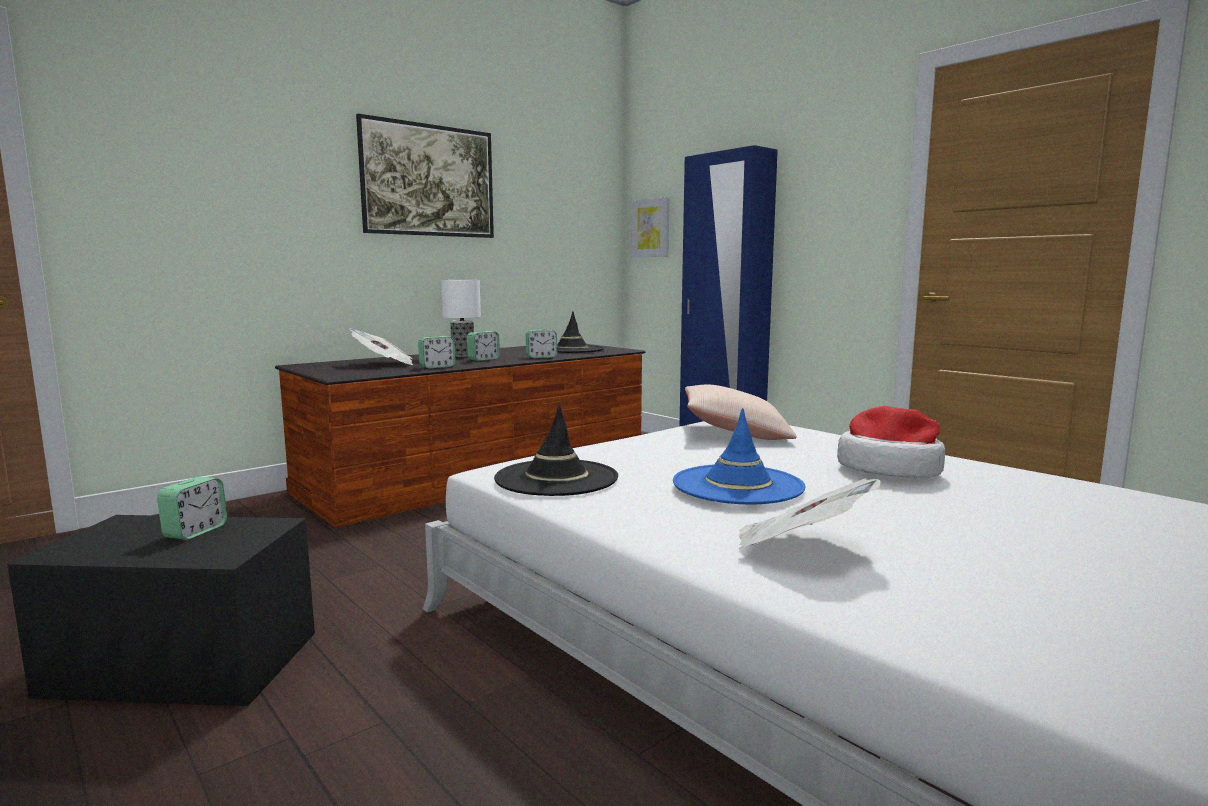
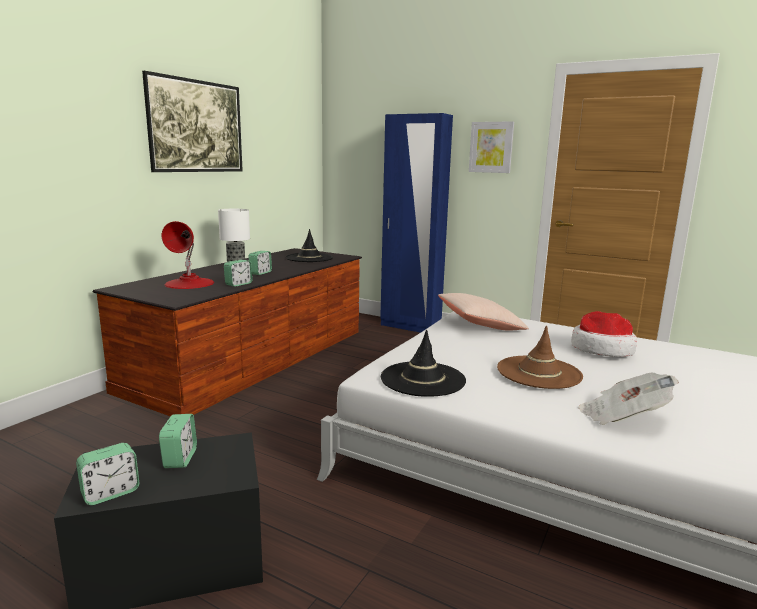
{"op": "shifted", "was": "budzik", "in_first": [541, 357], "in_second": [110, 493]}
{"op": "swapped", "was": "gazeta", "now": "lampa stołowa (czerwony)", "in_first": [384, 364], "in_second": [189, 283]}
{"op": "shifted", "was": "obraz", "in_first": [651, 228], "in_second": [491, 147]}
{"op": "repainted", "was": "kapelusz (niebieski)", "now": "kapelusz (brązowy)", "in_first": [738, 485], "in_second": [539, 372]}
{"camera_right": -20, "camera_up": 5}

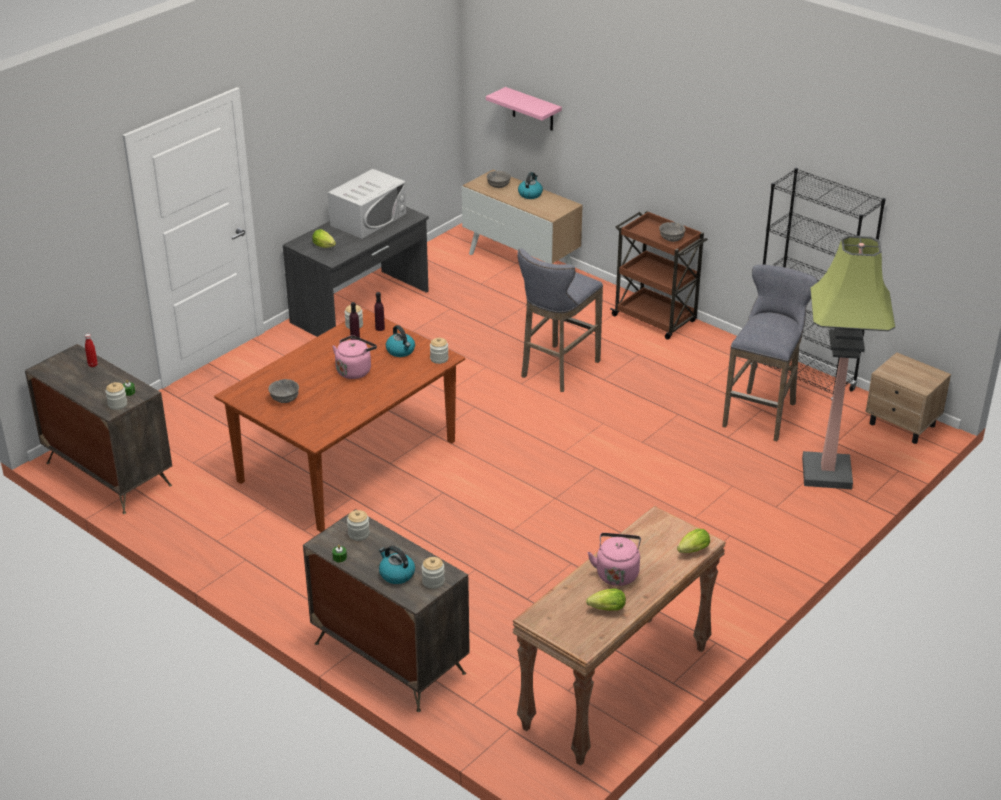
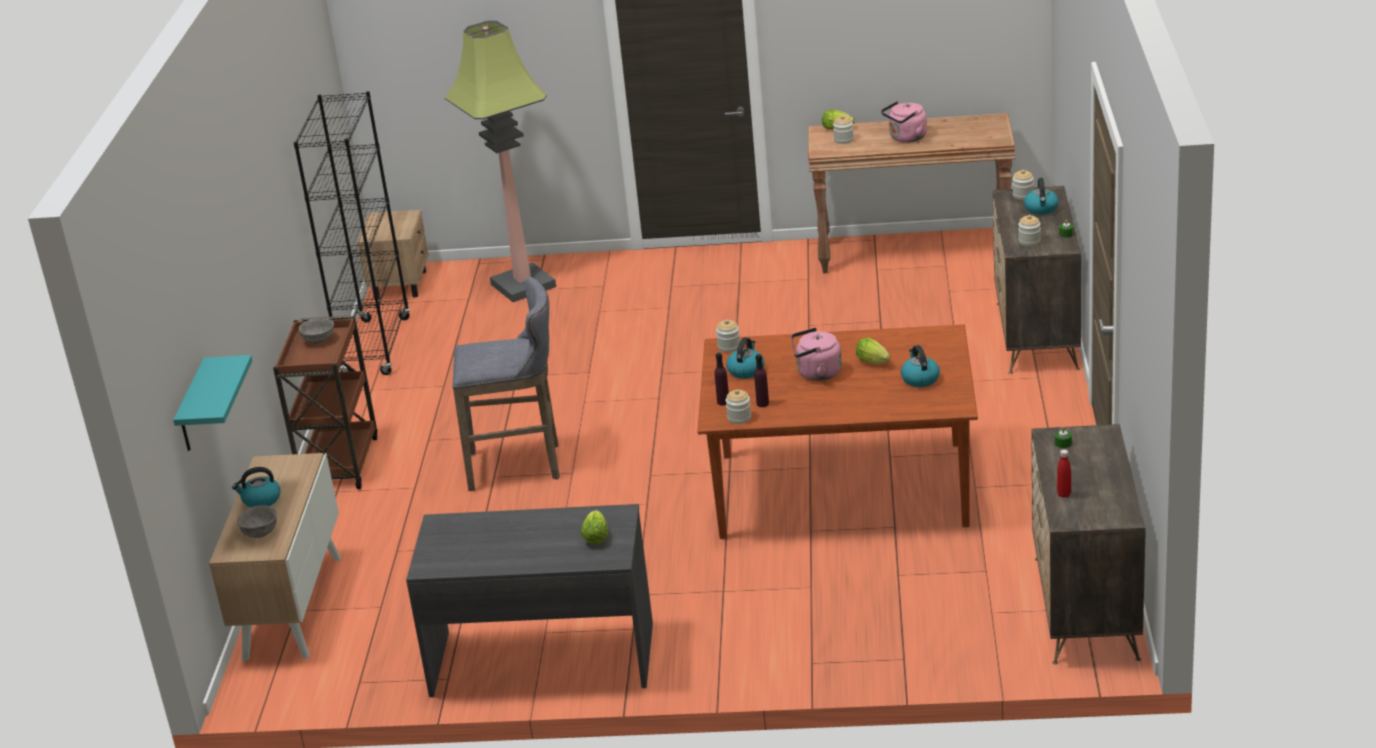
{"op": "repainted", "was": "półka (różowy)", "now": "półka (turkusowy)", "in_first": [533, 109], "in_second": [193, 408]}
{"op": "shifted", "was": "słoik", "in_first": [117, 404], "in_second": [843, 140]}
{"op": "shifted", "was": "sałata", "in_first": [605, 609], "in_second": [874, 362]}
{"op": "swapped", "was": "miska (szary)", "now": "czajnik", "in_first": [284, 399], "in_second": [919, 379]}
{"op": "gone", "was": "mikrofalówka (biały)", "in_first": [368, 219]}
{"op": "gone", "was": "stołek (szary)", "in_first": [761, 413]}
{"camera_right": -125, "camera_up": -5}

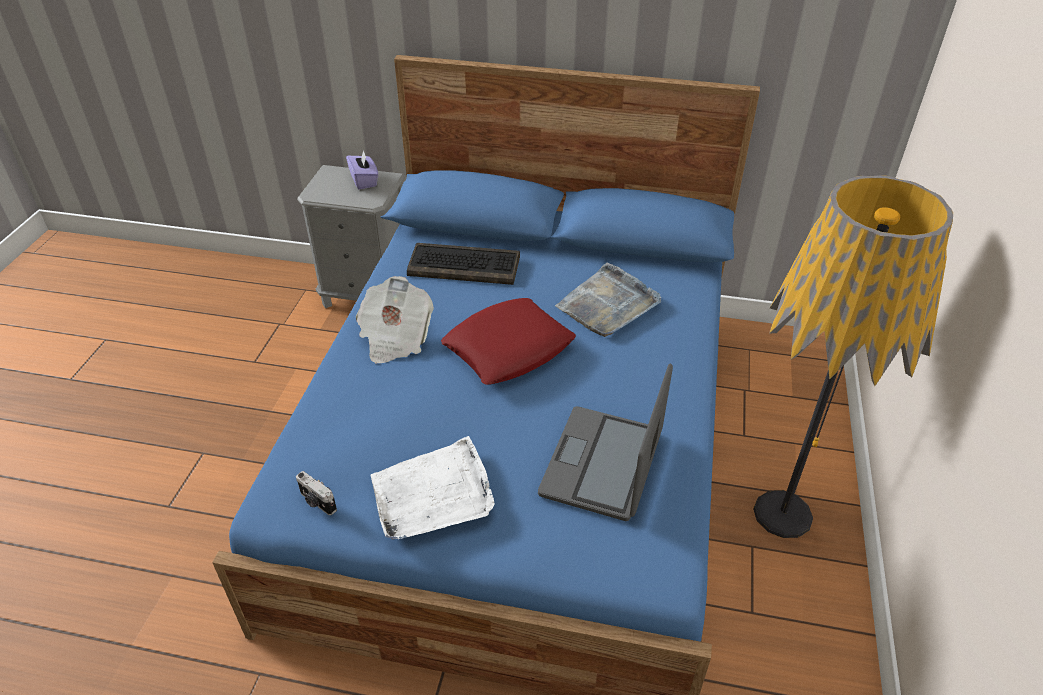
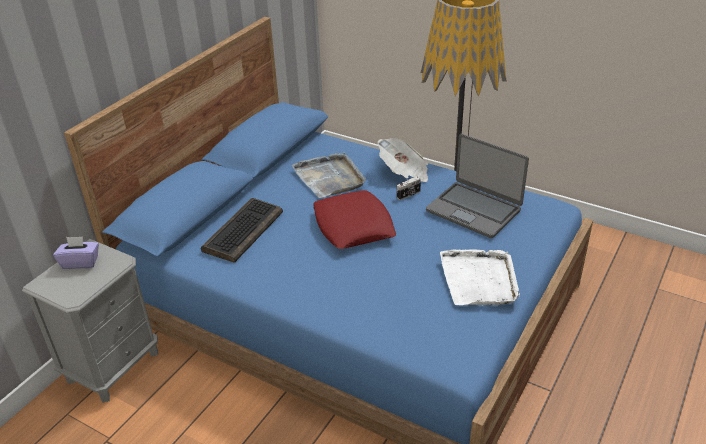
{"op": "shifted", "was": "gazeta", "in_first": [395, 337], "in_second": [404, 172]}
{"op": "shifted", "was": "aparat fotograficzny", "in_first": [317, 502], "in_second": [409, 195]}
{"camera_right": -70, "camera_up": -5}

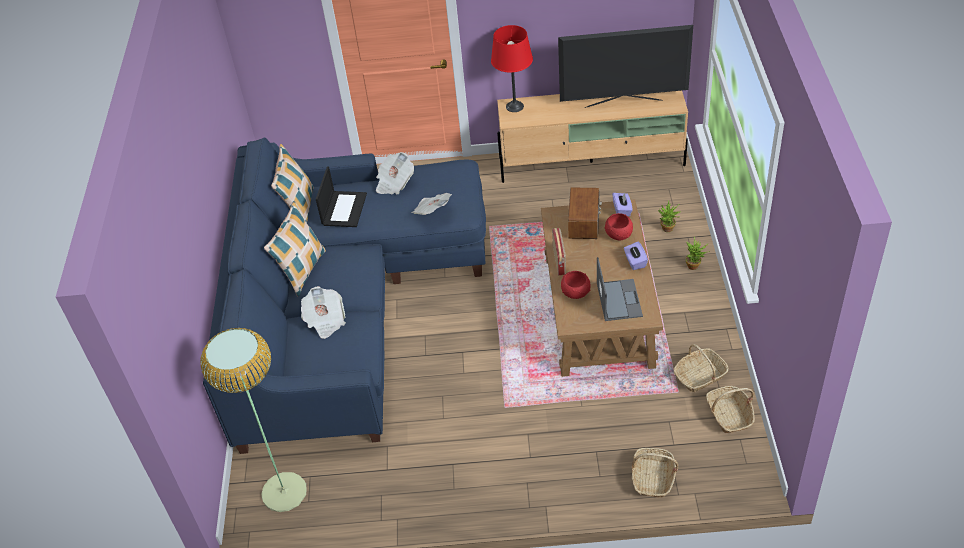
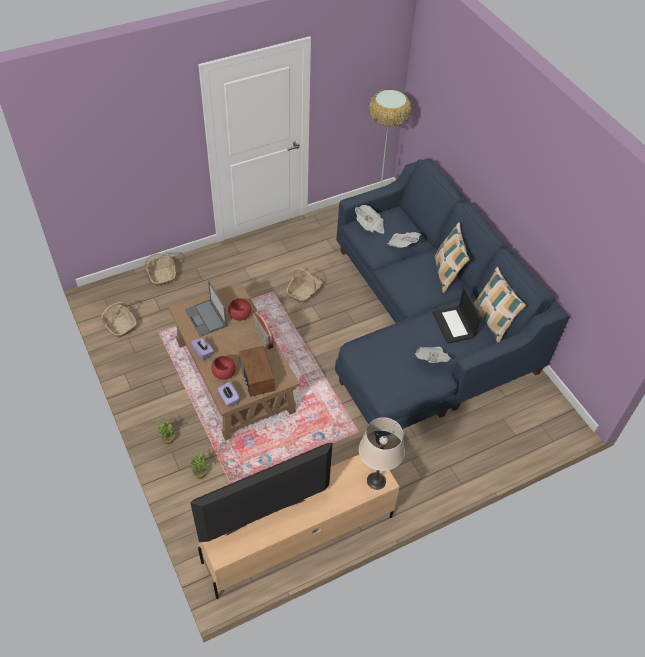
{"op": "shifted", "was": "koszyk", "in_first": [700, 376], "in_second": [304, 292]}
{"op": "shifted", "was": "gazeta", "in_first": [432, 211], "in_second": [370, 226]}
{"op": "repainted", "was": "lampa stołowa (czerwony)", "now": "lampa stołowa (beżowy)", "in_first": [514, 106], "in_second": [376, 481]}
{"camera_right": 150, "camera_up": 5}

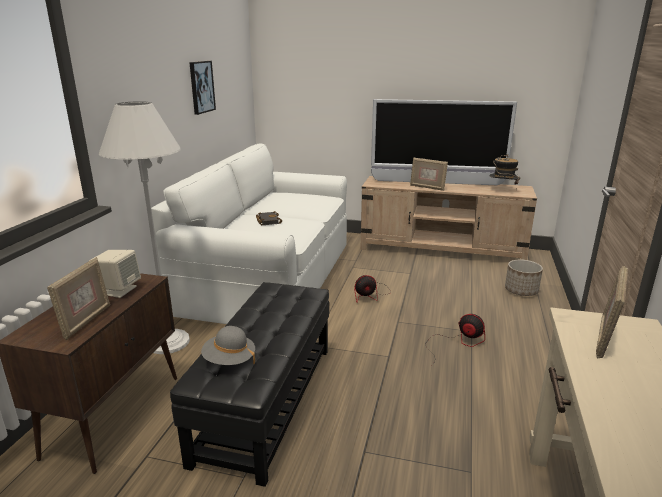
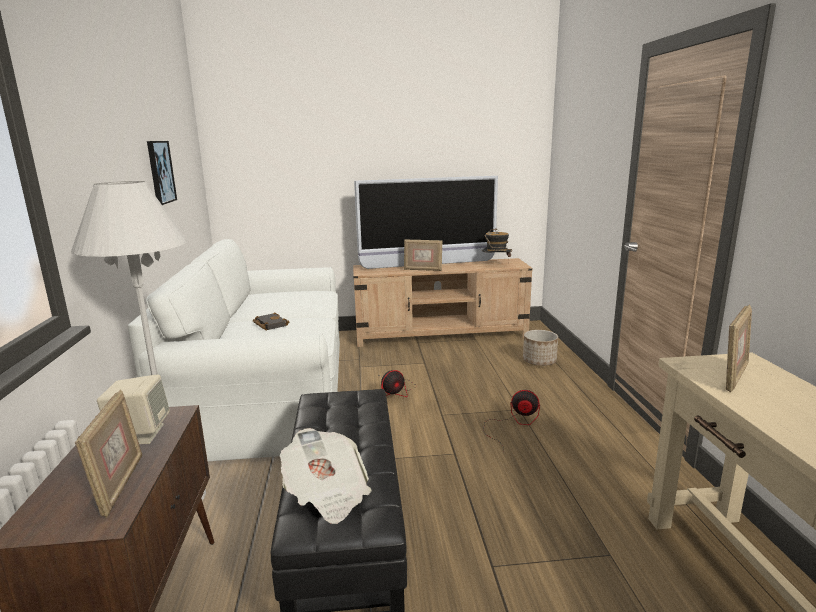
{"op": "swapped", "was": "kapelusz (szary)", "now": "gazeta", "in_first": [229, 360], "in_second": [327, 494]}
{"op": "rotated", "was": "ramka na zdjęcie", "in_first": [605, 339], "in_second": [733, 377], "clockwise": -150}
{"camera_right": -20, "camera_up": -5}

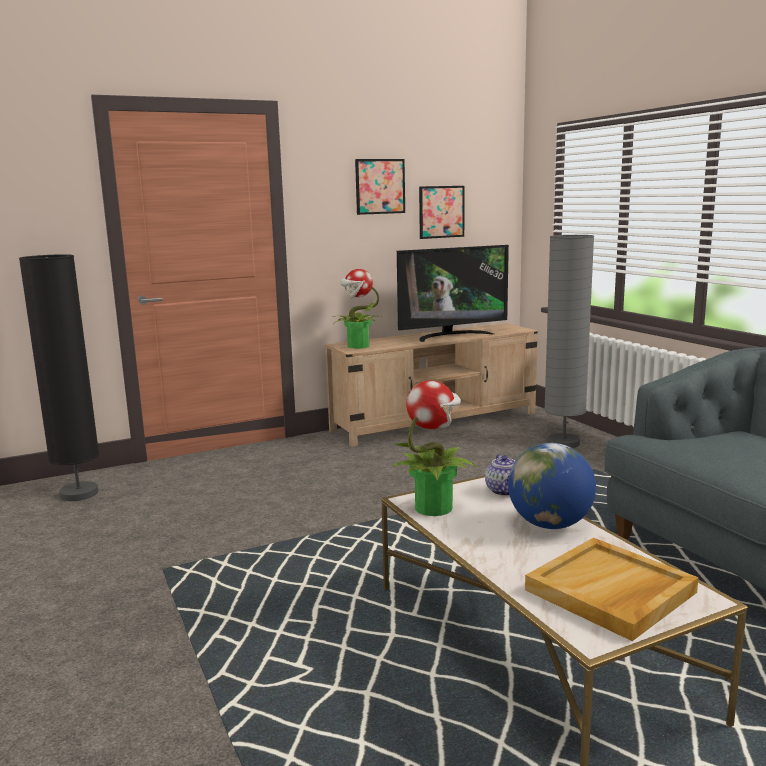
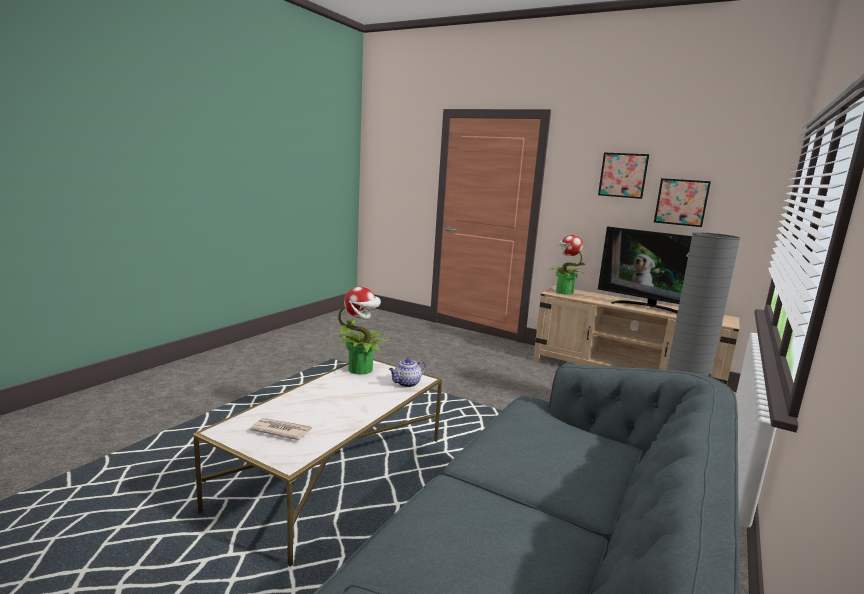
{"op": "swapped", "was": "taca (beżowy)", "now": "gazeta", "in_first": [610, 592], "in_second": [281, 431]}
{"op": "gone", "was": "lampa stojąca (czarny)", "in_first": [79, 494]}
{"op": "gone", "was": "globus", "in_first": [550, 524]}
{"camera_right": 55, "camera_up": 0}

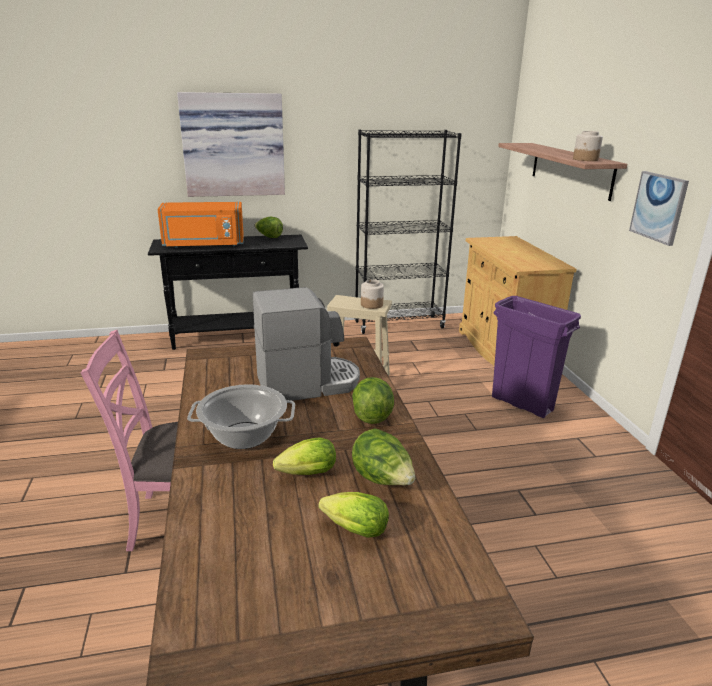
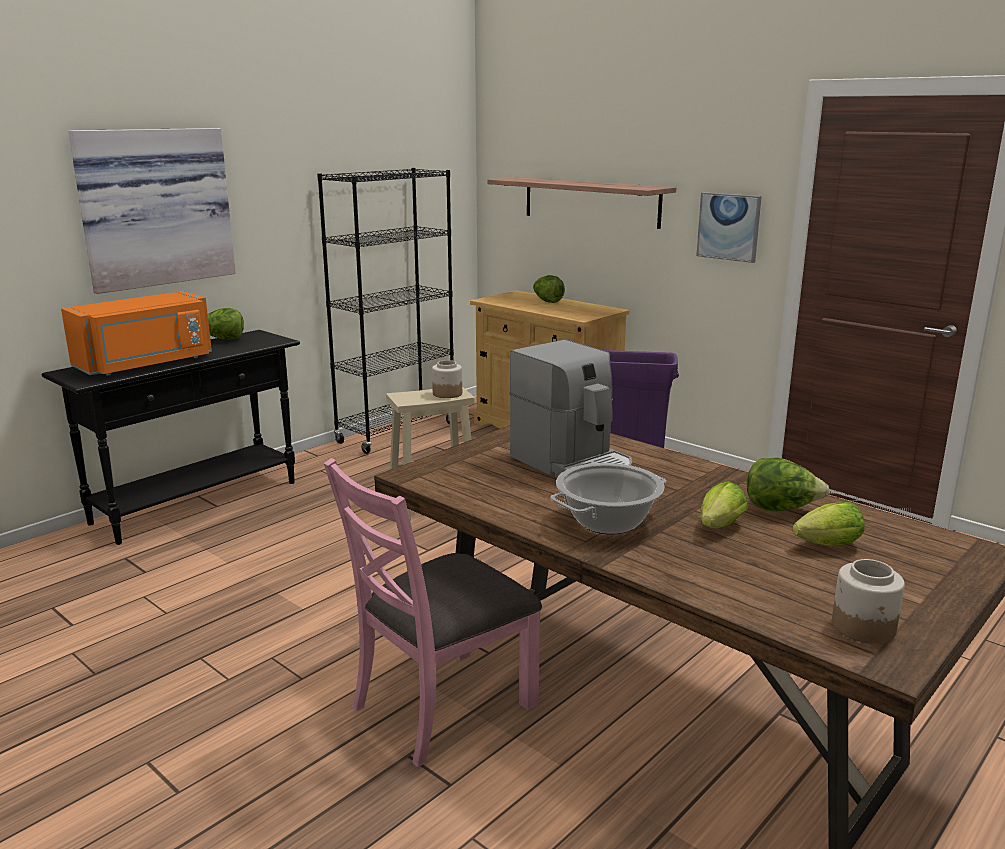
{"op": "rotated", "was": "ekspres do kawy", "in_first": [308, 383], "in_second": [573, 465], "clockwise": 105}
{"op": "shifted", "was": "sałata", "in_first": [372, 415], "in_second": [547, 301]}
{"op": "shifted", "was": "słoik", "in_first": [585, 159], "in_second": [864, 627]}
{"camera_right": -35, "camera_up": -5}

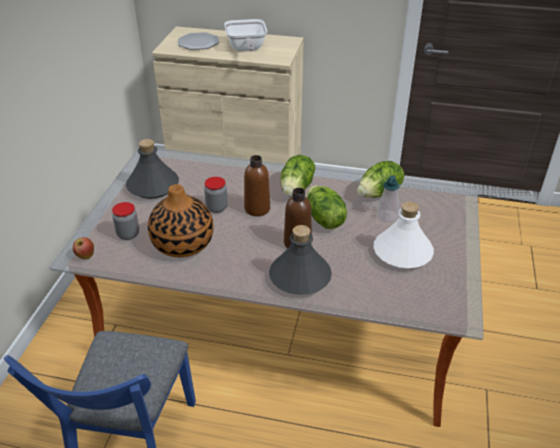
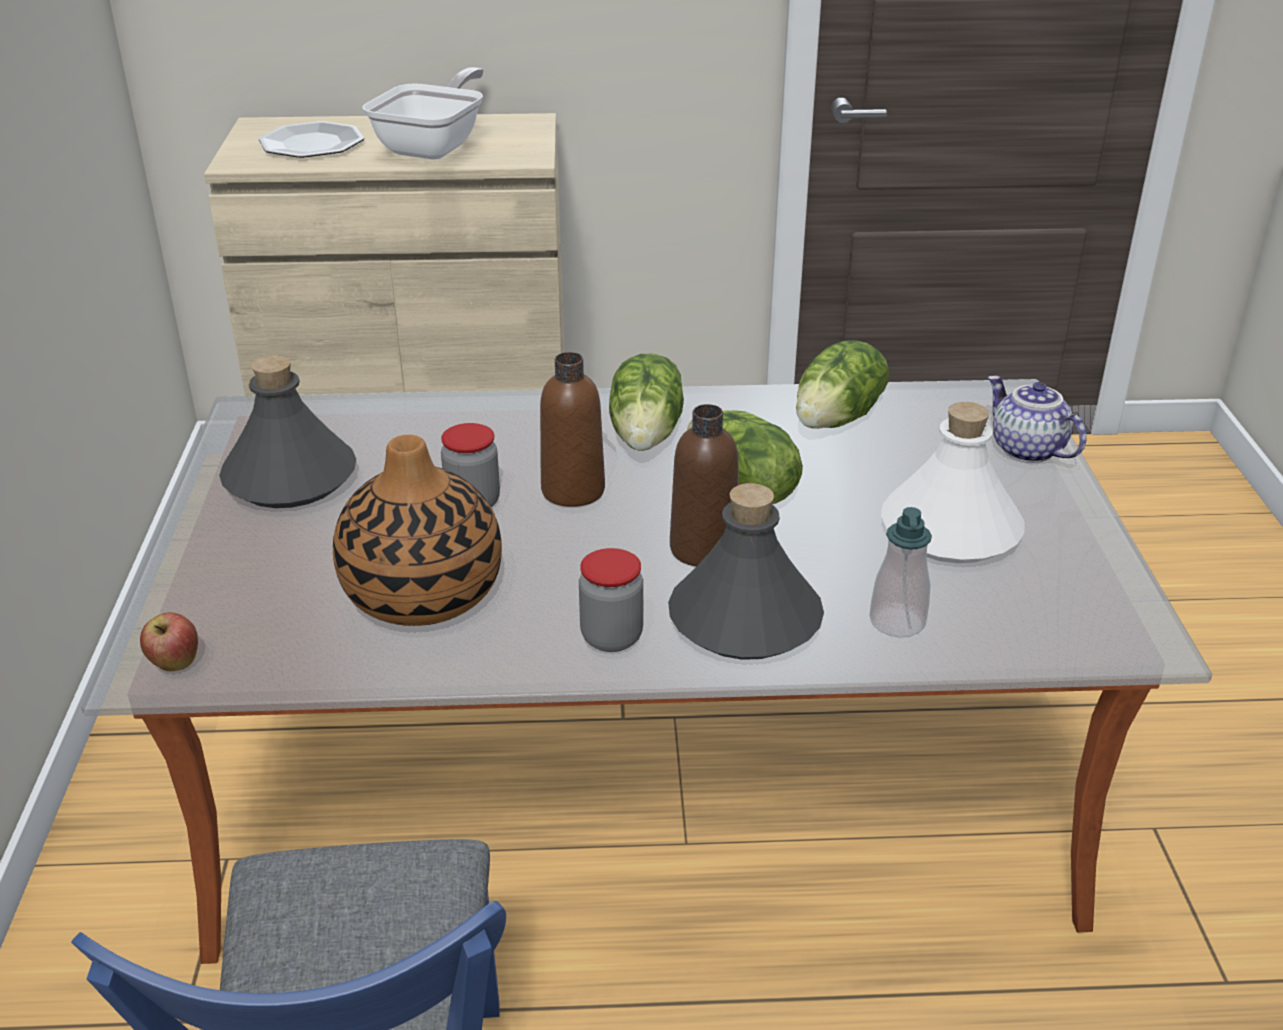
{"op": "rotated", "was": "patelnia", "in_first": [246, 49], "in_second": [435, 146], "clockwise": -135}
{"op": "shifted", "was": "słoik", "in_first": [128, 234], "in_second": [611, 637]}
{"op": "shifted", "was": "dozownik mydła", "in_first": [387, 216], "in_second": [897, 622]}
{"op": "new", "now": "imbryk", "in_second": [1025, 450]}
{"camera_right": -15, "camera_up": -5}

